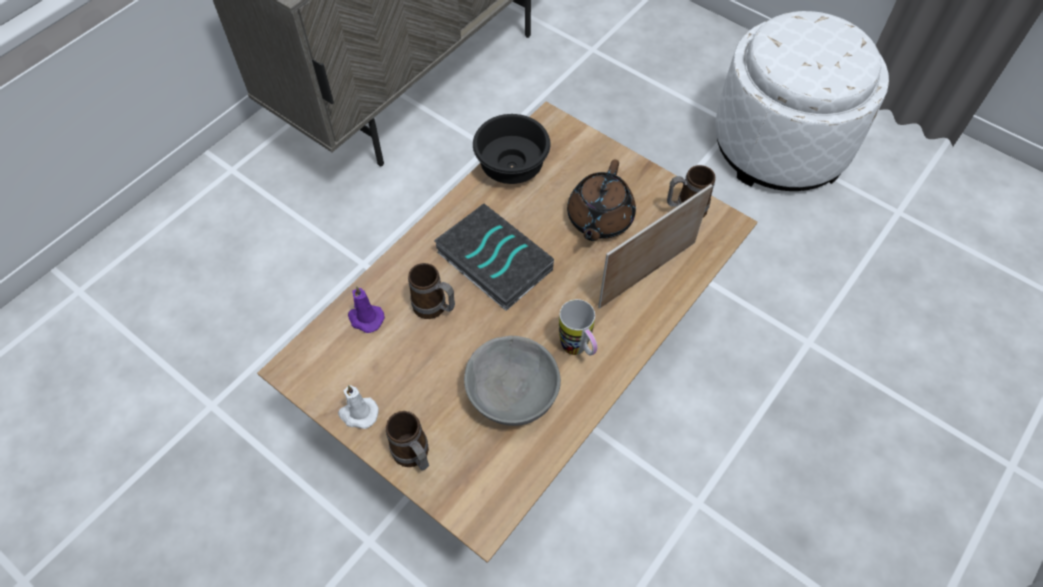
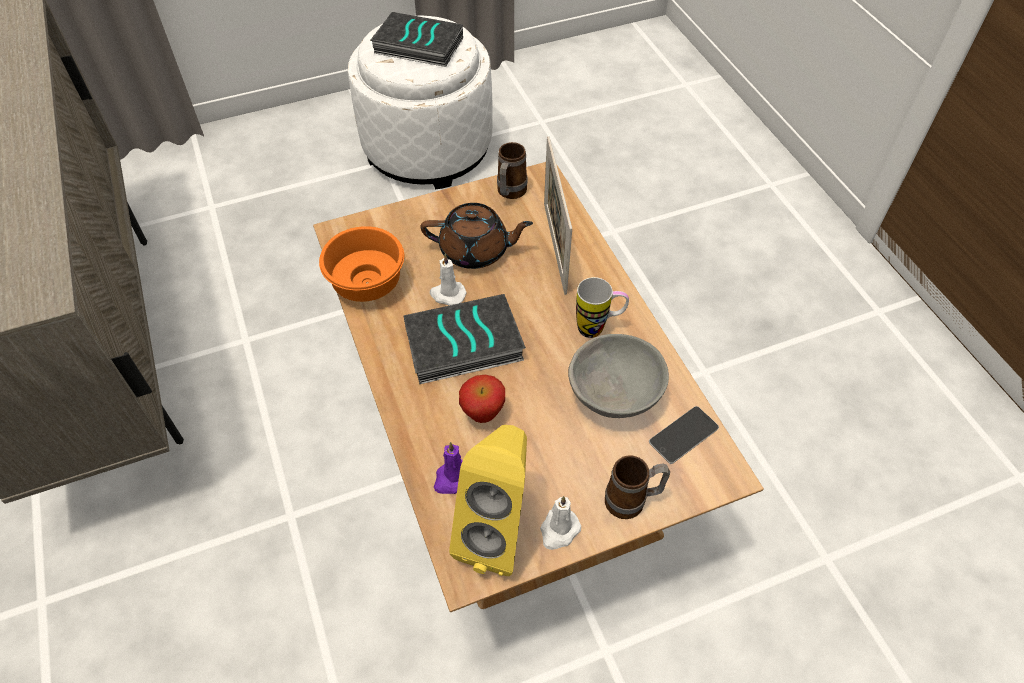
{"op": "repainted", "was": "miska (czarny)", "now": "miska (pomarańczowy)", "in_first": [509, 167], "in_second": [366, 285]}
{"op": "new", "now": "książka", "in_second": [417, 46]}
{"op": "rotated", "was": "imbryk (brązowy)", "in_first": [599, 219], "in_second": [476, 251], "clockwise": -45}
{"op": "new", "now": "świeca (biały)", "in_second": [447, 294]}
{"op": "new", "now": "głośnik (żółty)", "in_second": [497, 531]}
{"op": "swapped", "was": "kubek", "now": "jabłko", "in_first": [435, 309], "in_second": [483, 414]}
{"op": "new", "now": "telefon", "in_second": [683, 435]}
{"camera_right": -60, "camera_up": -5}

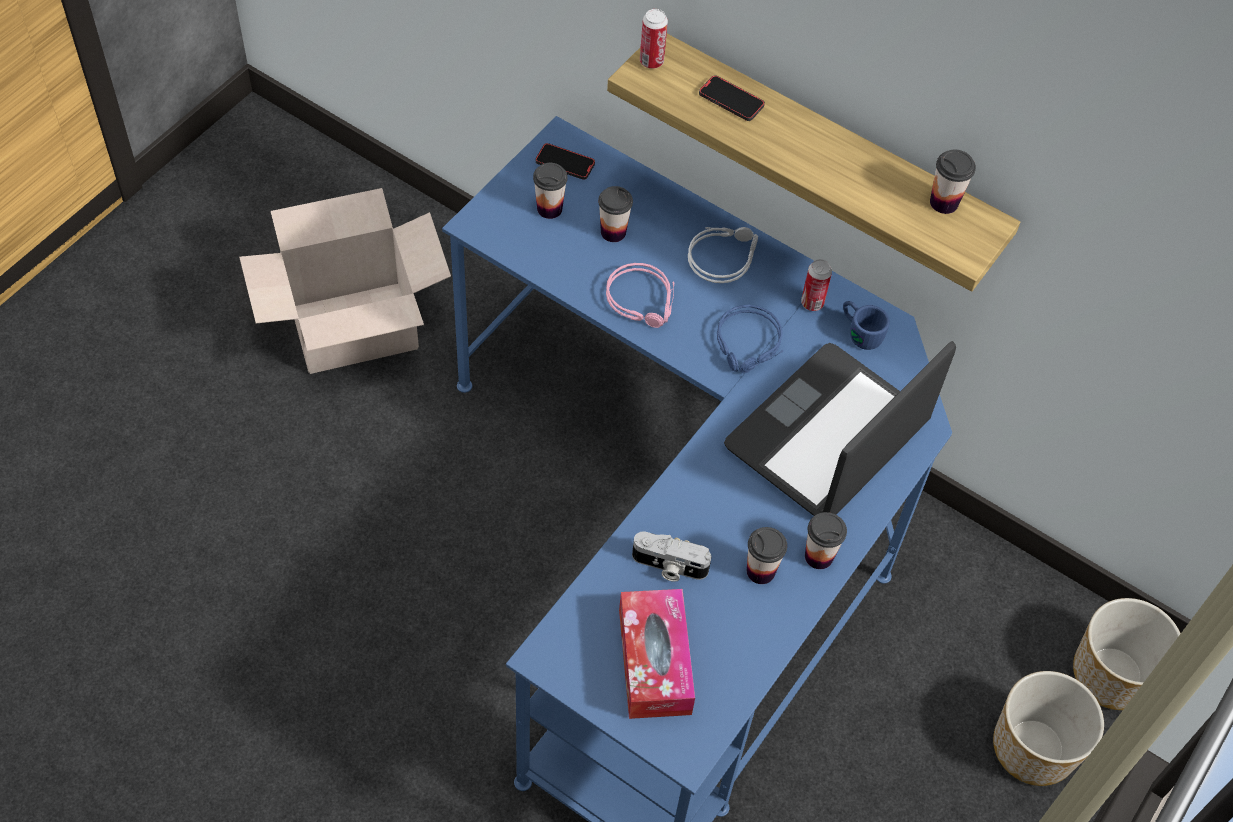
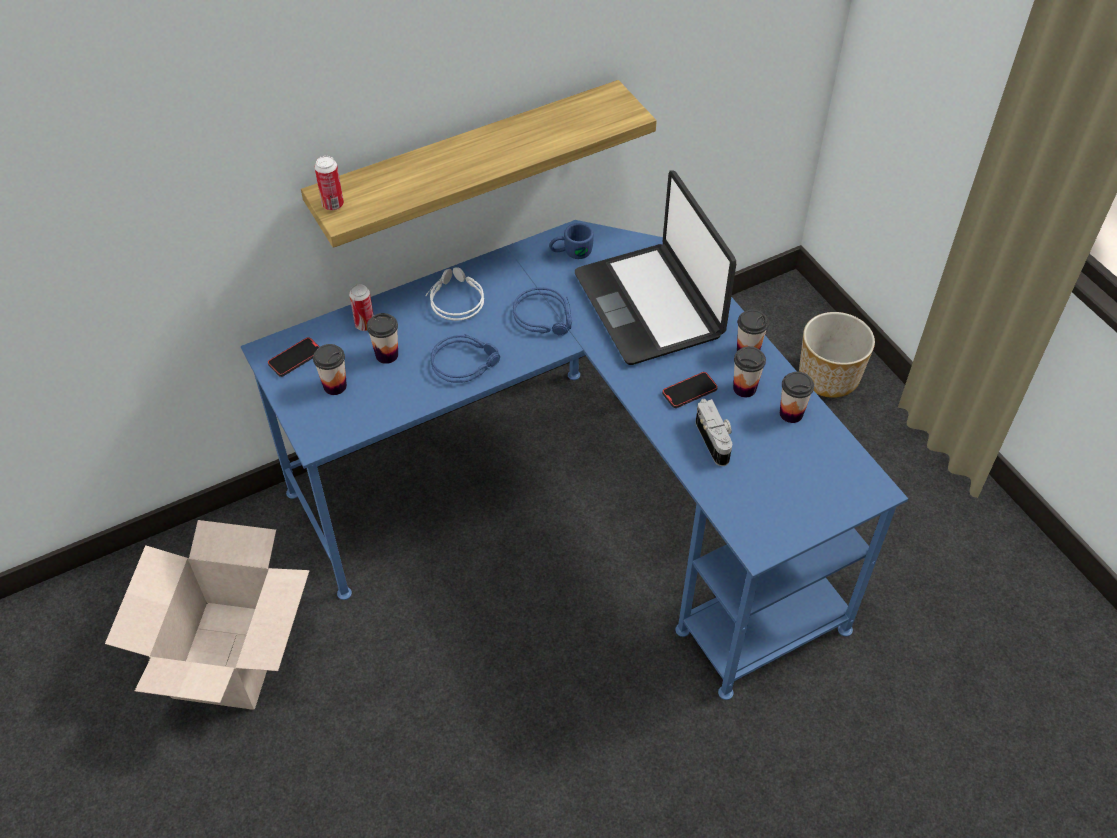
{"op": "shifted", "was": "puszka", "in_first": [812, 303], "in_second": [365, 325]}
{"op": "repainted", "was": "słuchawki (różowy)", "now": "słuchawki (niebieski)", "in_first": [643, 300], "in_second": [465, 362]}
{"op": "shifted", "was": "telefon", "in_first": [731, 100], "in_second": [689, 391]}
{"op": "rotated", "was": "aparat fotograficzny", "in_first": [669, 567], "in_second": [715, 440], "clockwise": -60}
{"op": "shifted", "was": "filiżanka", "in_first": [944, 202], "in_second": [791, 413]}
{"op": "gone", "was": "pudełko chusteczek", "in_first": [654, 661]}
{"op": "gone", "was": "donica", "in_first": [1113, 674]}
{"camera_right": -60, "camera_up": -5}

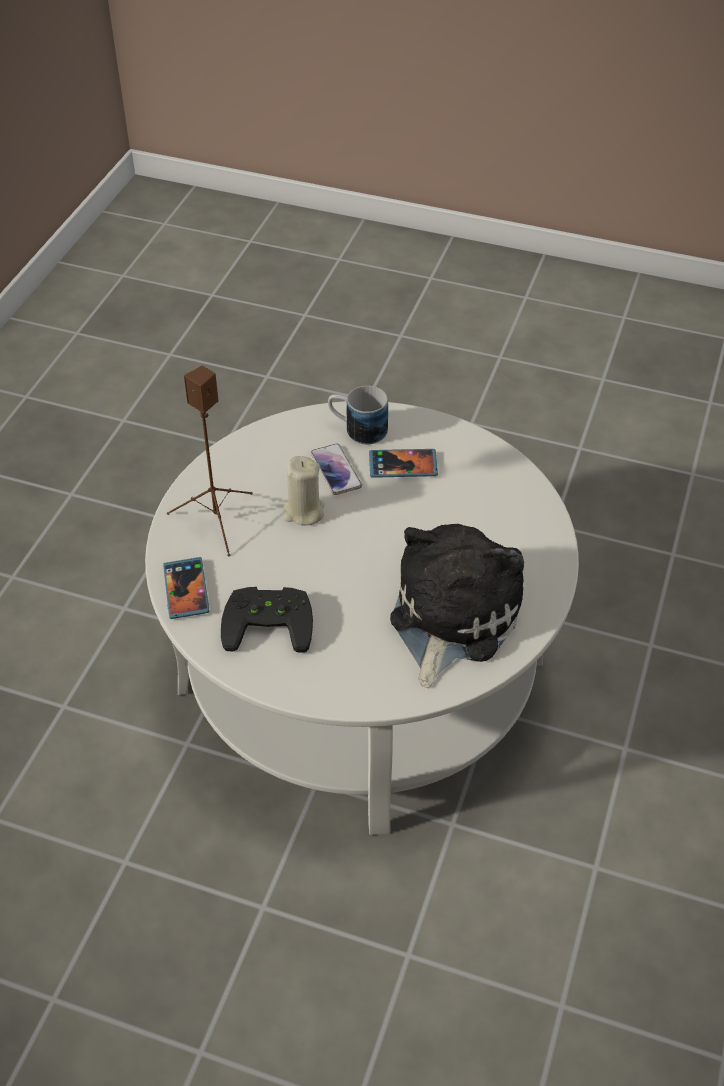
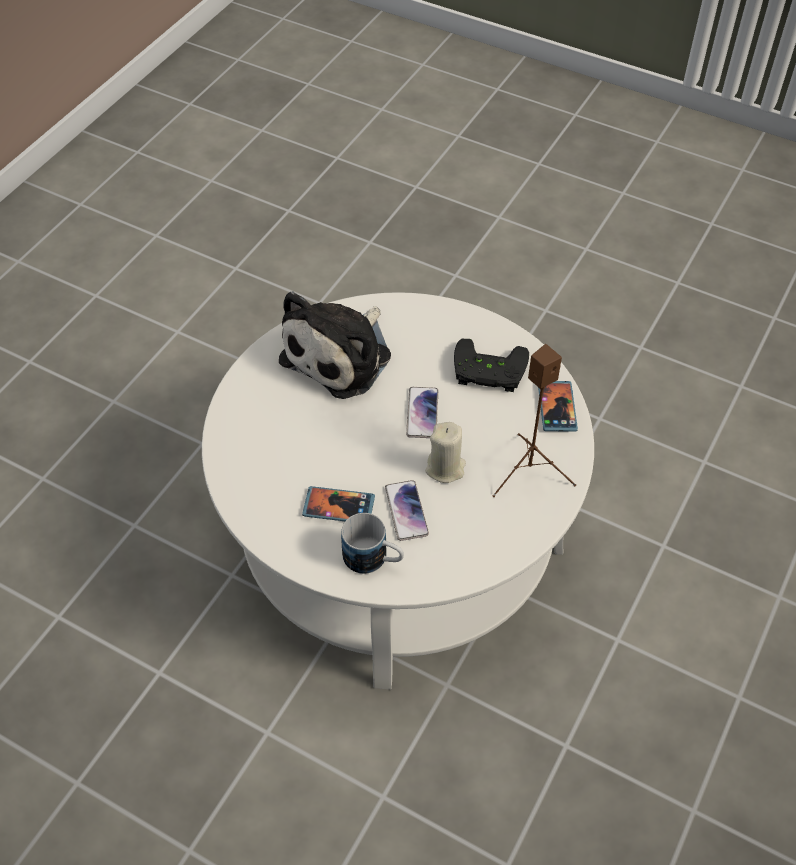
{"op": "new", "now": "telefon", "in_second": [422, 413]}
{"camera_right": -170, "camera_up": 5}

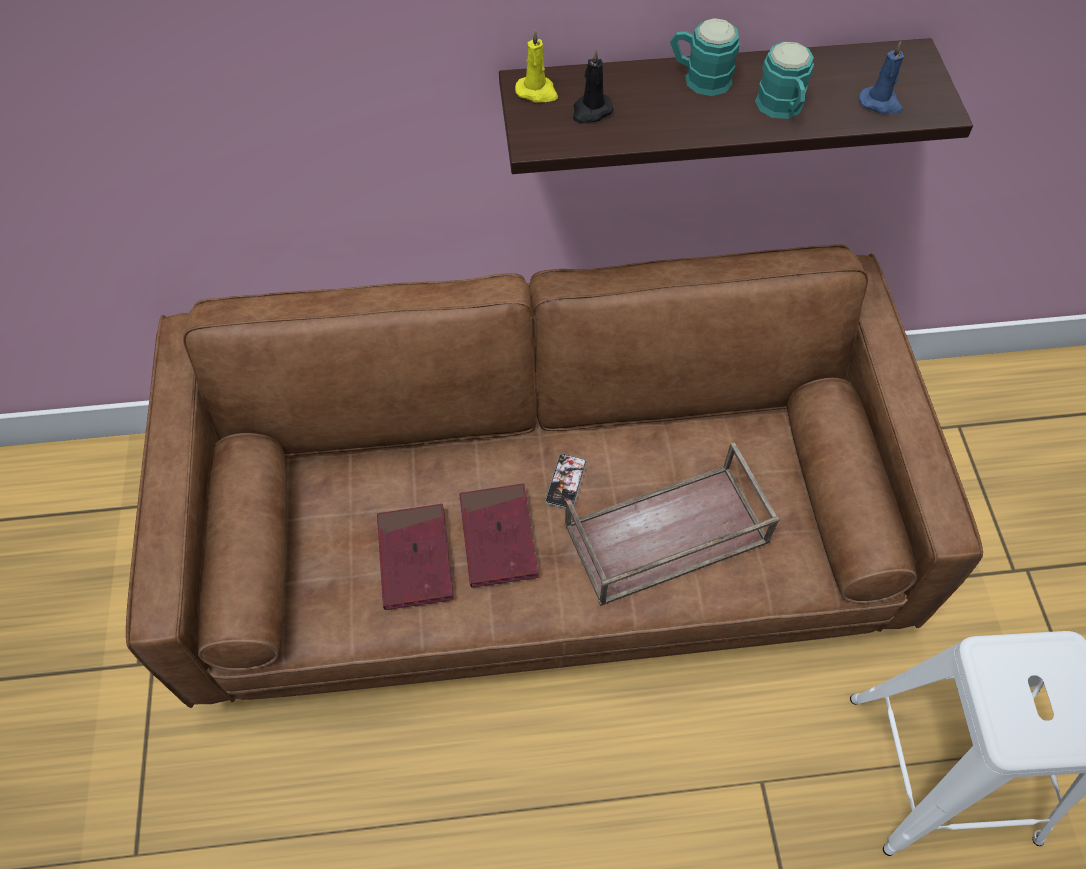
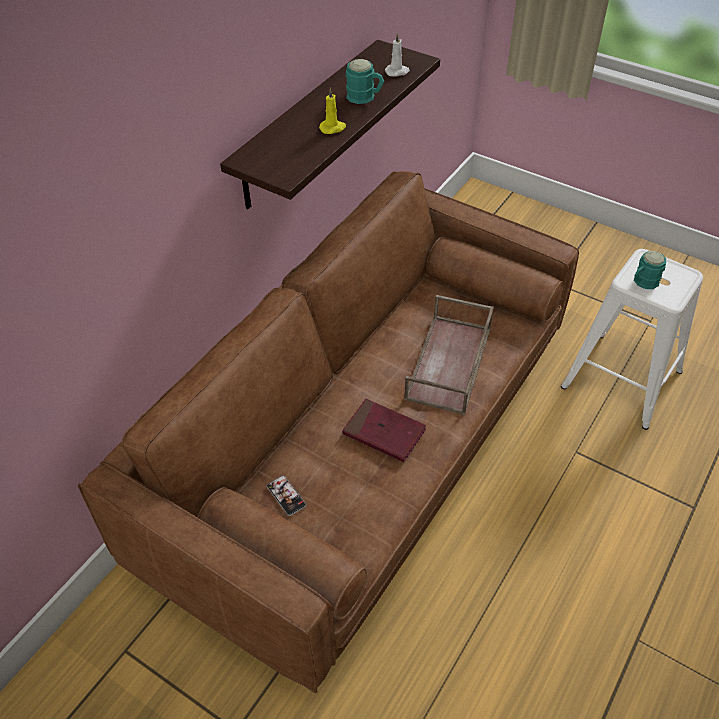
{"op": "shifted", "was": "telefon", "in_first": [566, 482], "in_second": [286, 496]}
{"op": "shifted", "was": "świeca (żółty)", "in_first": [537, 92], "in_second": [333, 128]}
{"op": "repainted", "was": "świeca (niebieski)", "now": "świeca (biały)", "in_first": [880, 103], "in_second": [397, 72]}
{"op": "shifted", "was": "kubek (turkusowy)", "in_first": [699, 78], "in_second": [643, 282]}
{"op": "gone", "was": "książka (czerwony)", "in_first": [415, 558]}
{"op": "gone", "was": "świeca (czarny)", "in_first": [591, 111]}
{"camera_right": -50, "camera_up": -10}

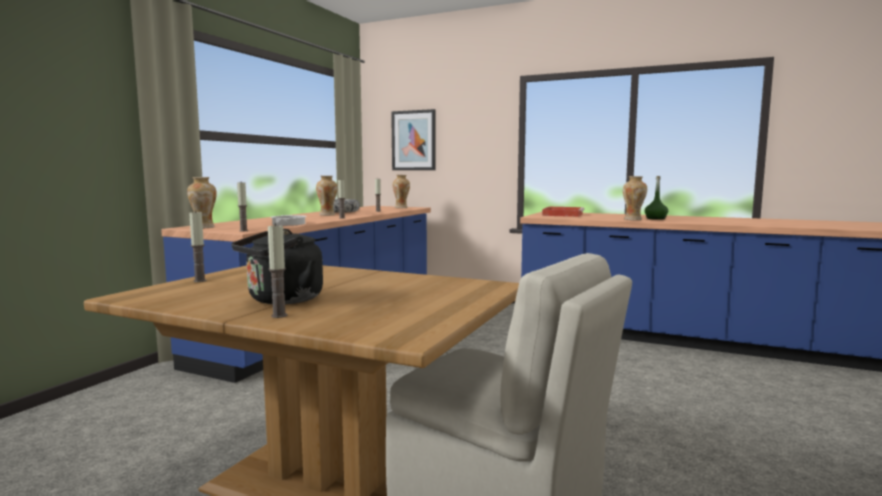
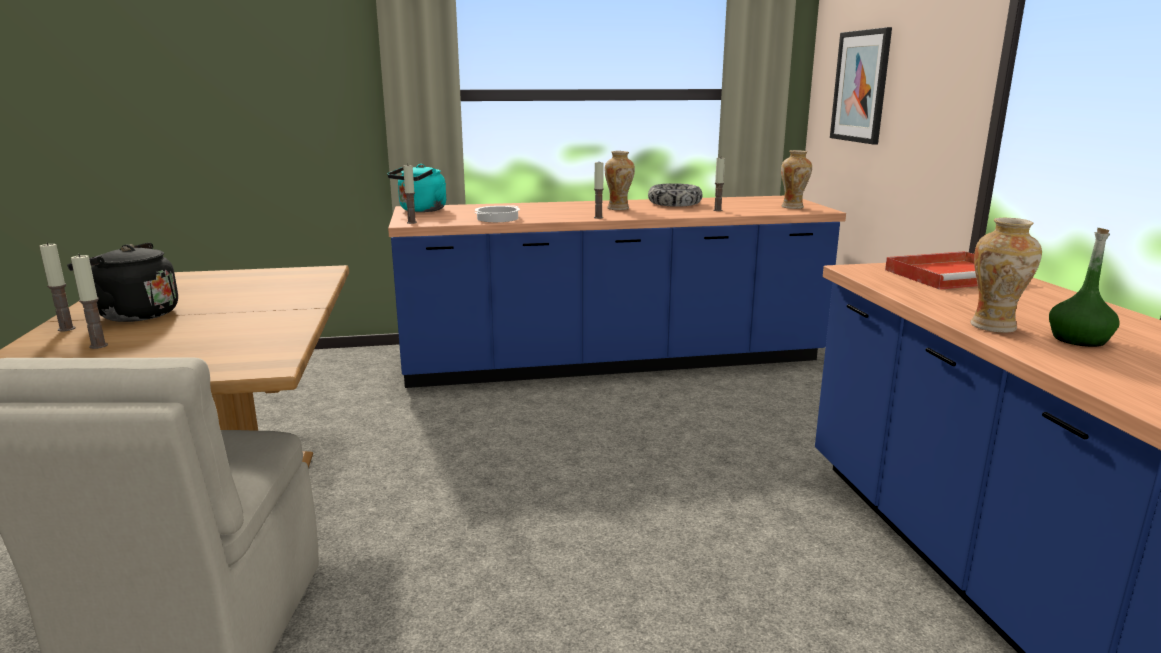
{"op": "shifted", "was": "świeca", "in_first": [200, 281], "in_second": [98, 346]}
{"op": "swapped", "was": "wazon", "now": "czajnik (turkusowy)", "in_first": [204, 227], "in_second": [421, 210]}
{"camera_right": 55, "camera_up": 10}

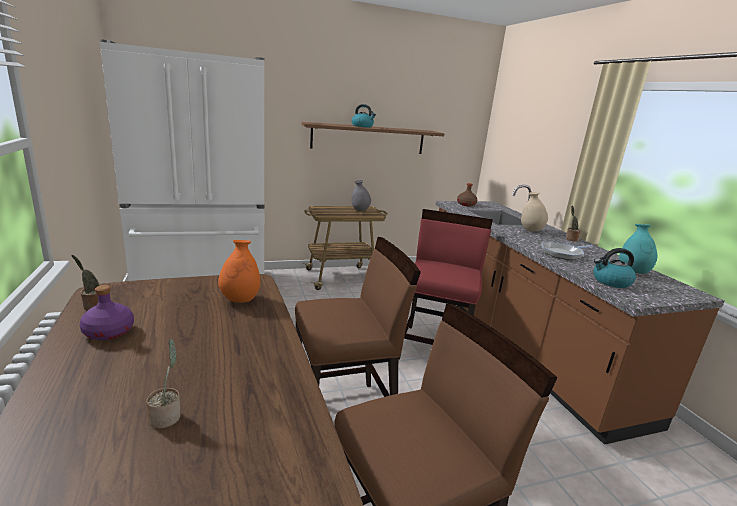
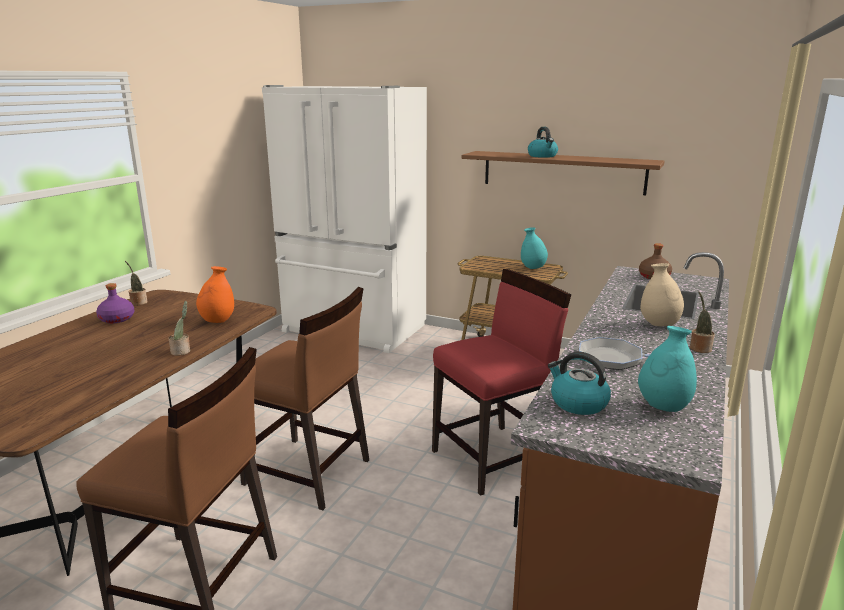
{"op": "shifted", "was": "roślina doniczkowa", "in_first": [166, 416], "in_second": [182, 351]}
{"op": "repainted", "was": "wazon (szary)", "now": "wazon (turkusowy)", "in_first": [360, 210], "in_second": [533, 268]}
{"camera_right": 45, "camera_up": 0}

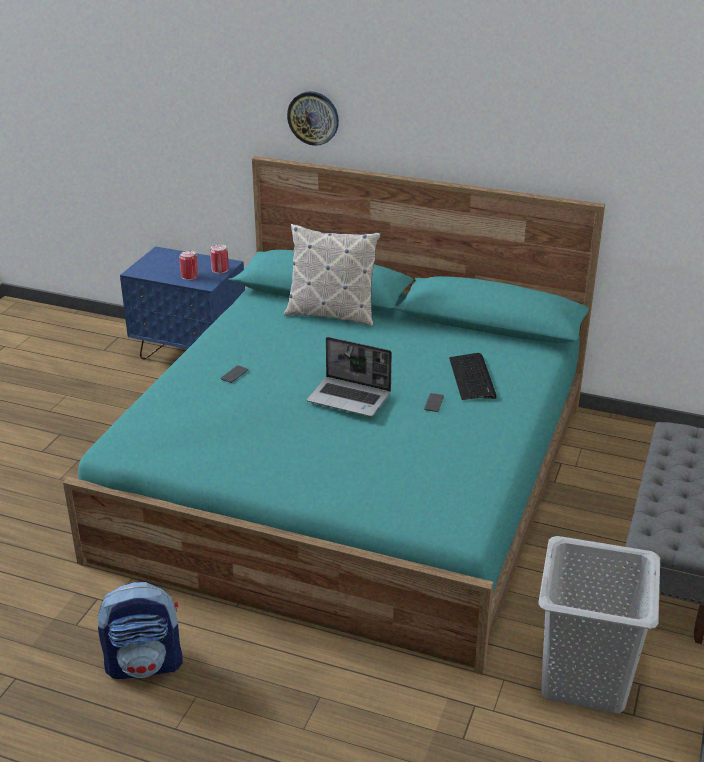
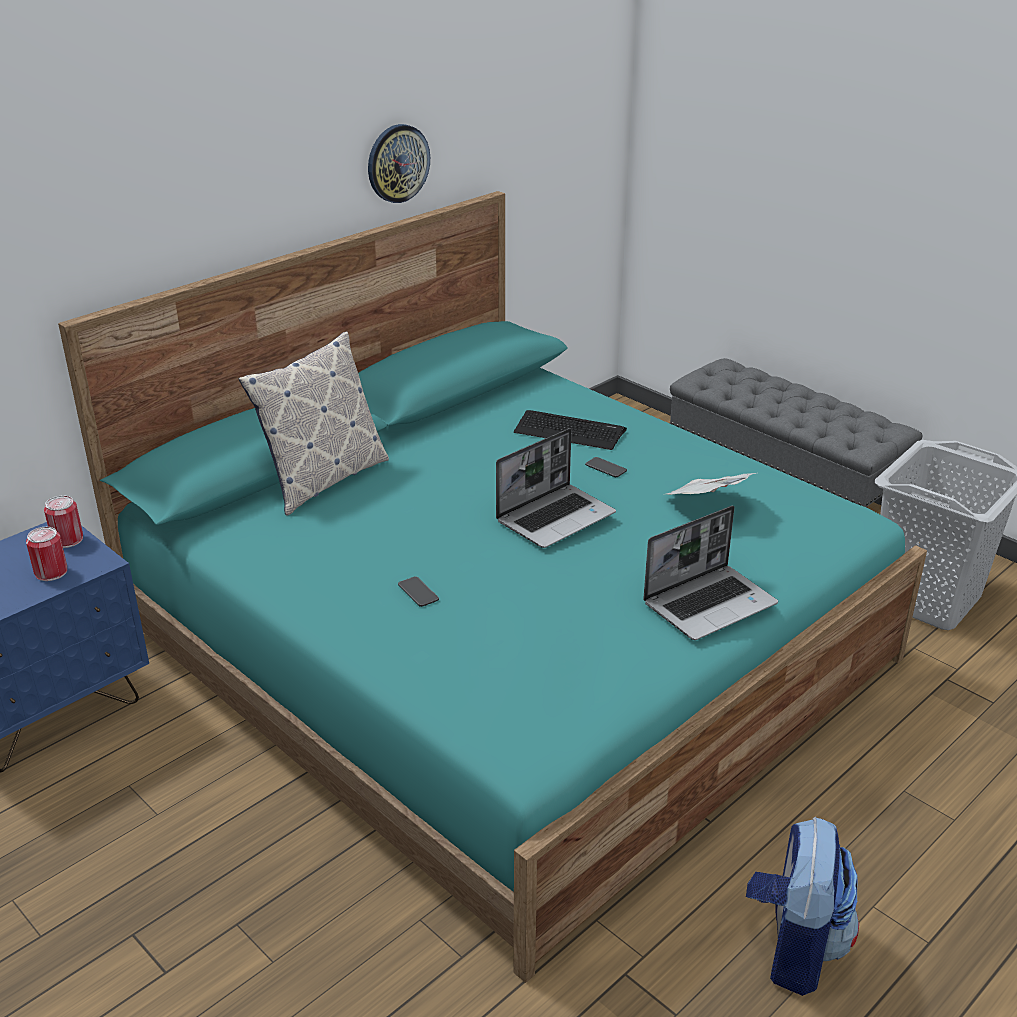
{"op": "shifted", "was": "zegar ścienny", "in_first": [313, 118], "in_second": [397, 163]}
{"op": "new", "now": "laptop", "in_second": [710, 603]}
{"op": "new", "now": "gazeta", "in_second": [707, 504]}
{"camera_right": -65, "camera_up": 0}

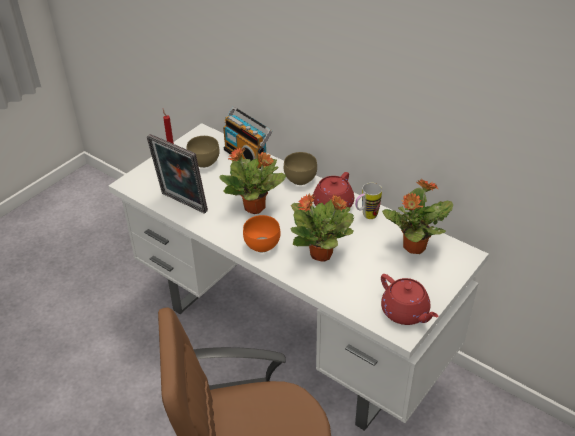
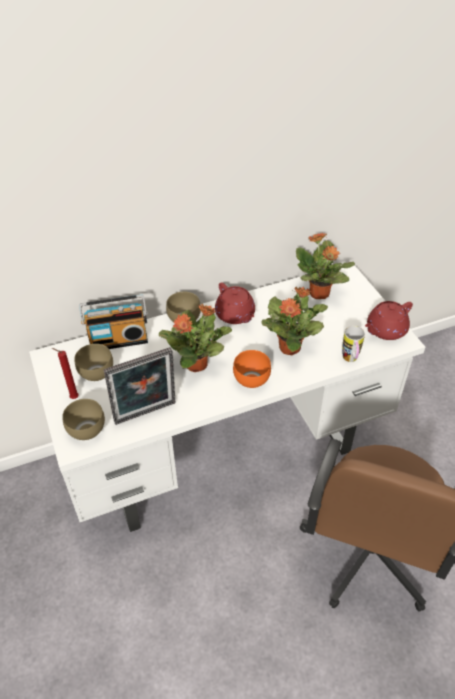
{"op": "new", "now": "miska (brązowy)", "in_second": [85, 431]}
{"op": "shifted", "was": "kubek", "in_first": [366, 216], "in_second": [350, 360]}
{"op": "rotated", "was": "imbryk (czerwony)", "in_first": [405, 312], "in_second": [385, 330], "clockwise": 150}
{"camera_right": -60, "camera_up": 5}

